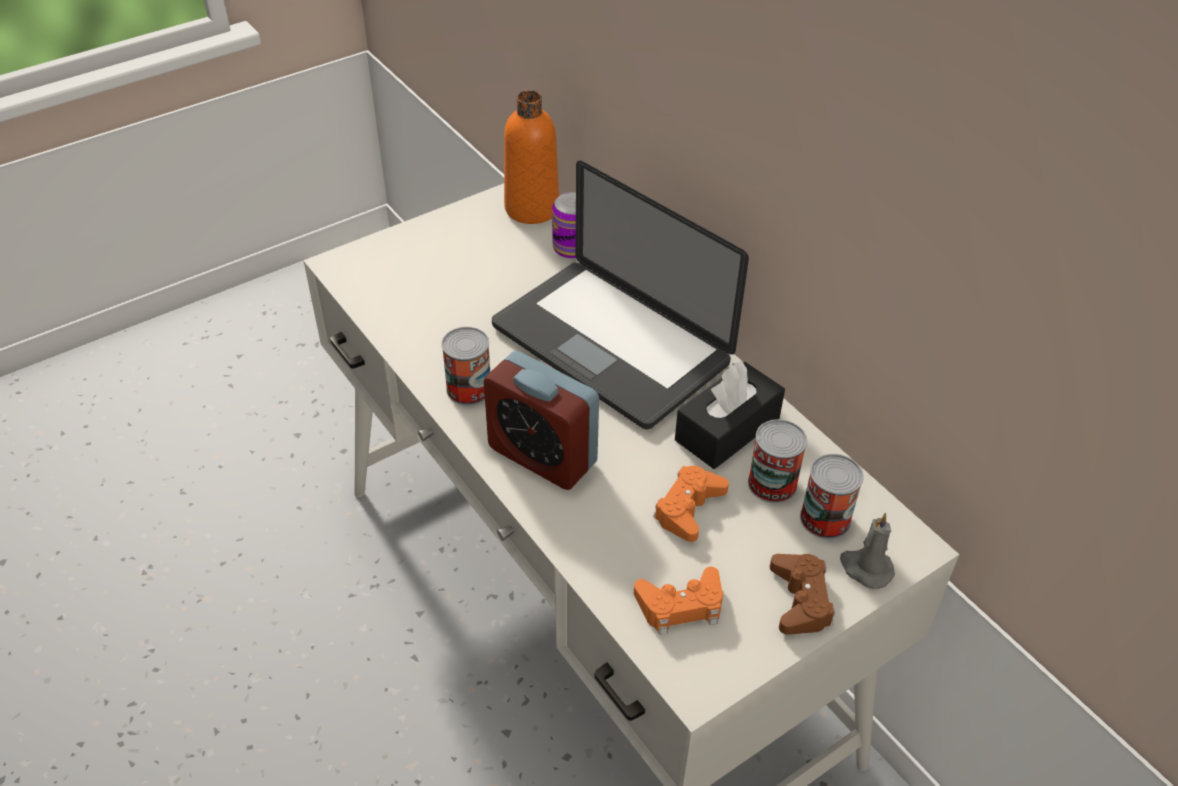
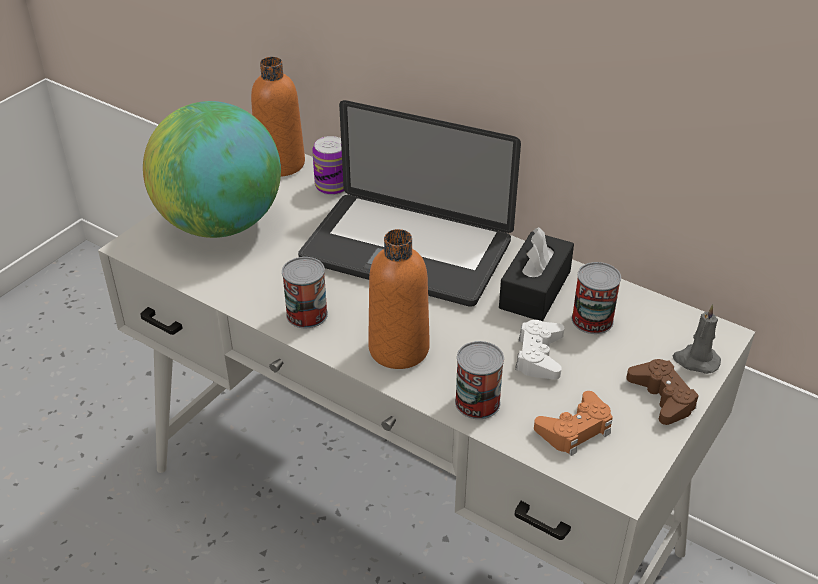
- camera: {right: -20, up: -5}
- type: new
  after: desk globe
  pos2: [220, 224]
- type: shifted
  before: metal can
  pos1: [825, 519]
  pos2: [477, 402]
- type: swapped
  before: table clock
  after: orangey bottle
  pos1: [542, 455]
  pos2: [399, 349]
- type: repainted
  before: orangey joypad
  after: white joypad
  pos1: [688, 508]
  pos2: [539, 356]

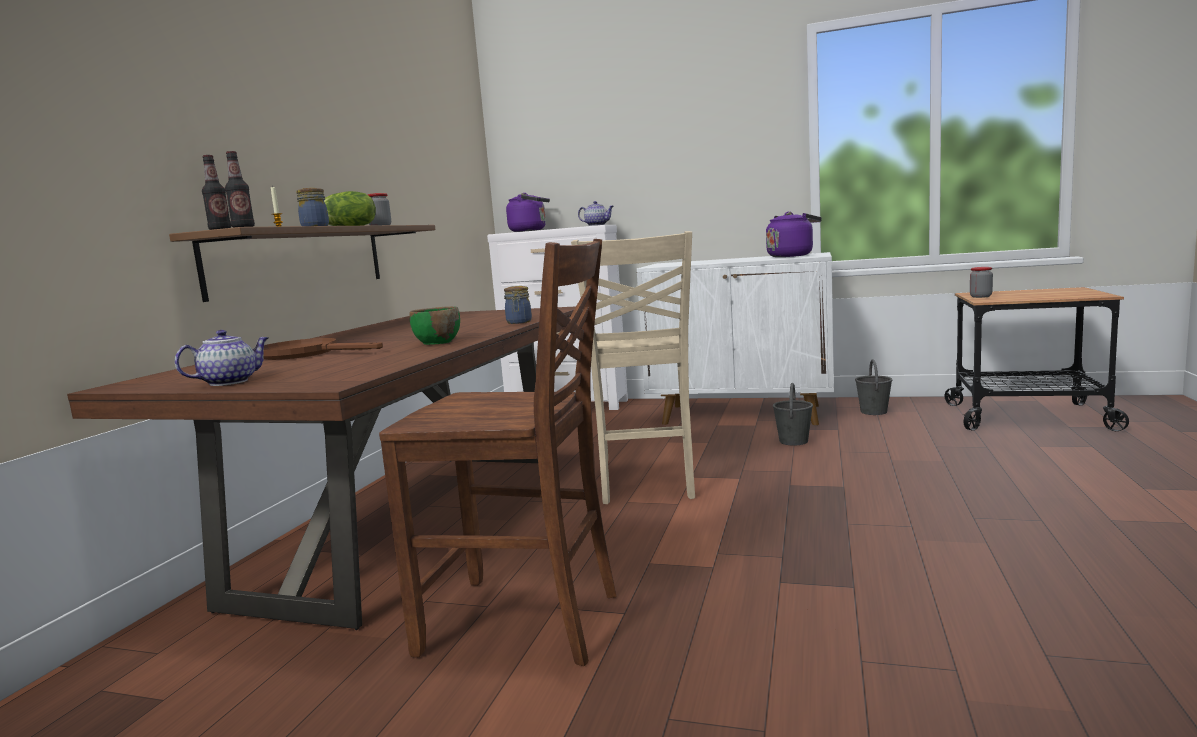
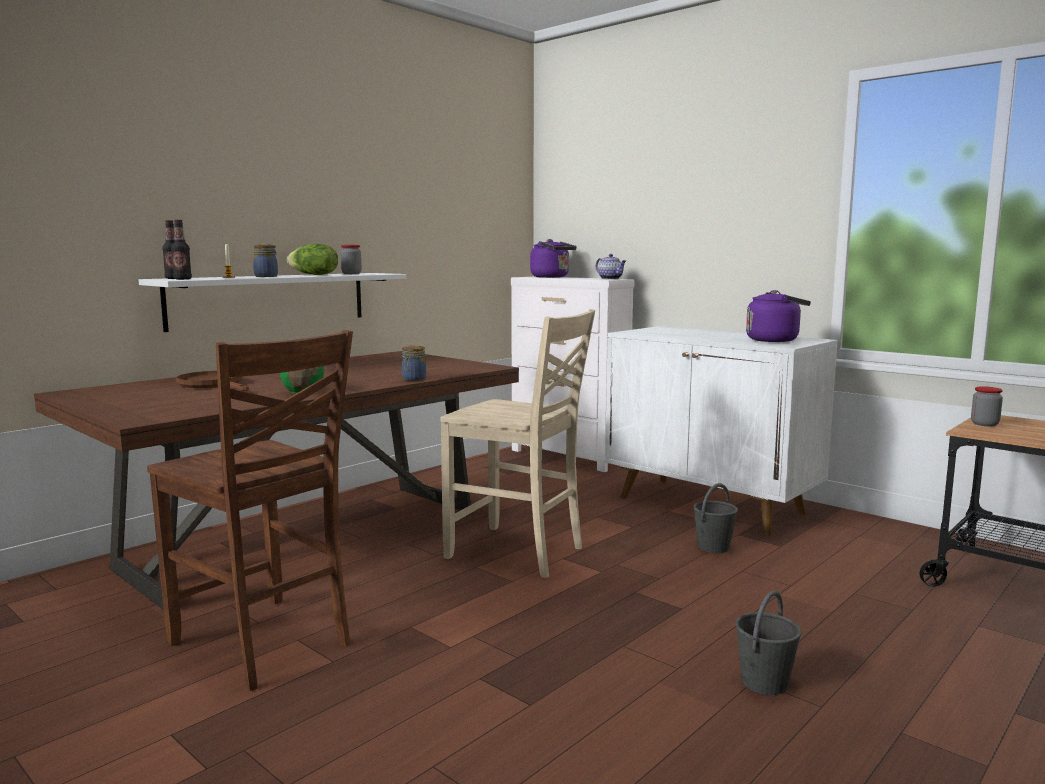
- camera: {right: 25, up: 0}
- type: gone
  before: teapot
  pos1: [230, 382]
- type: shifted
  before: greyish water bucket
  pos1: [873, 412]
  pos2: [764, 683]
- type: repainted
  before: brown wall shelf
  after: white wall shelf
  pos1: [301, 260]
  pos2: [270, 299]
- type: rotated
  before: sand-coloured chair
  pos1: [646, 482]
  pos2: [517, 553]
  turn: -90

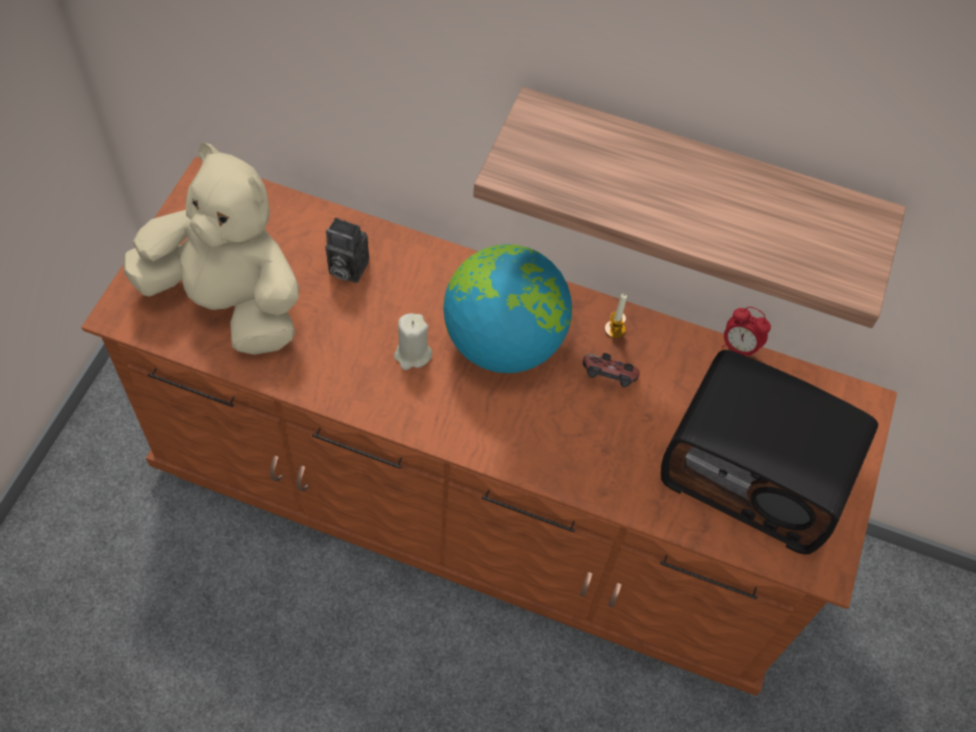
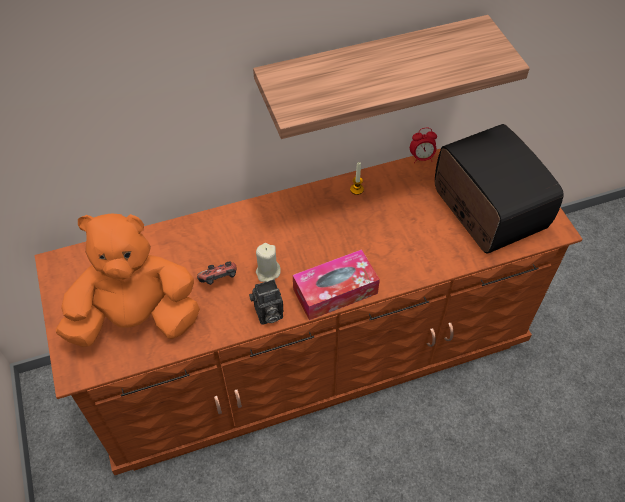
- camera: {right: -35, up: -5}
- type: gone
  before: desk globe
  pos1: [503, 342]
- type: new
  after: tissue box
  pos2: [335, 291]
- type: shifted
  before: still camera
  pos1: [345, 268]
  pos2: [267, 314]
- type: shifted
  before: joypad
  pos1: [607, 380]
  pos2: [219, 280]
- type: repainted
  before: sand-coloured plush toy
  after: orangey plush toy
  pos1: [229, 302]
  pos2: [137, 318]
- type: rotated
  before: radio receiver
  pos1: [755, 472]
  pos2: [486, 209]
  turn: -105

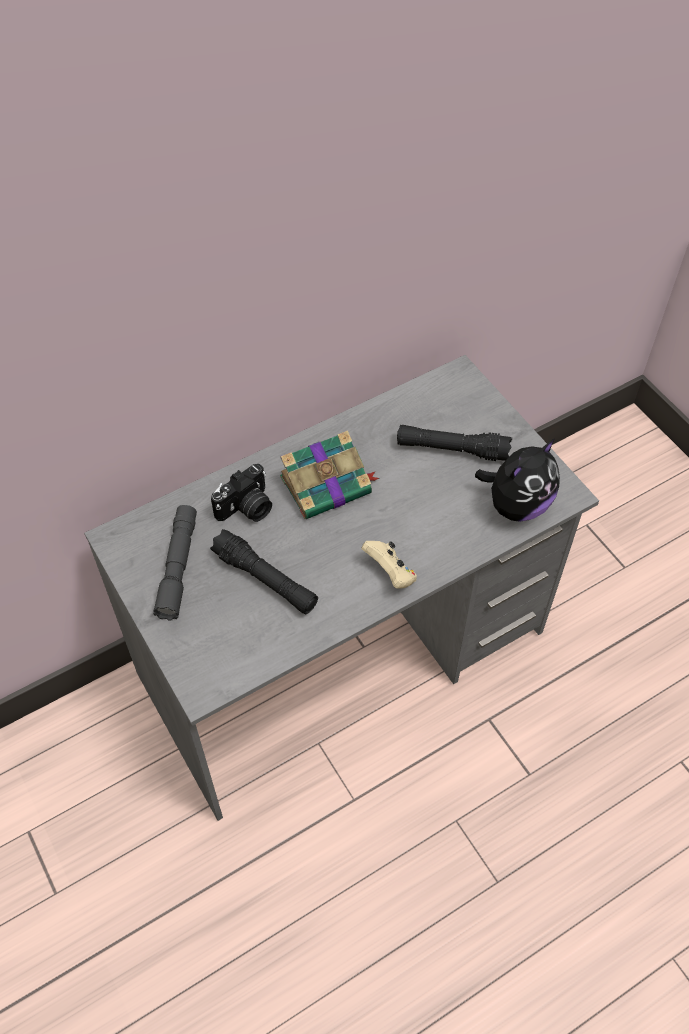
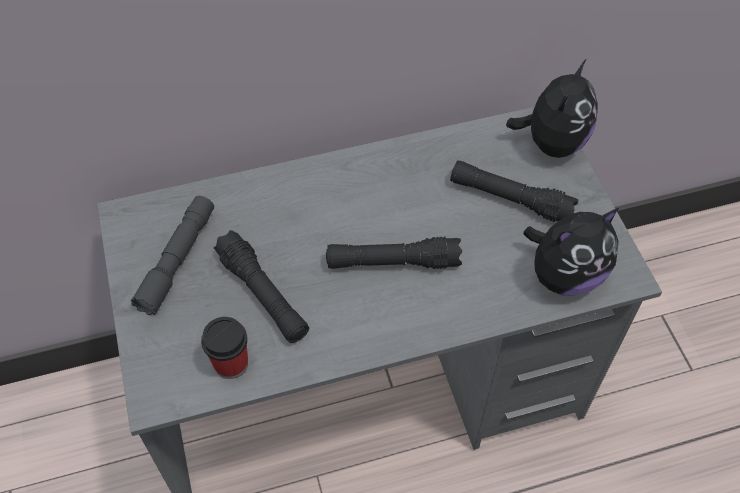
- camera: {right: 15, up: 0}
- type: gone
  before: still camera
  pos1: [247, 508]
- type: gone
  before: bound book
  pos1: [328, 484]
- type: gone
  before: sand-coloured joypad
  pos1: [390, 573]
- type: new
  after: cup
  pos2: [231, 364]
- type: new
  after: blackish hand torch
  pos2: [393, 262]
- type: new
  after: plush toy
  pos2: [551, 143]

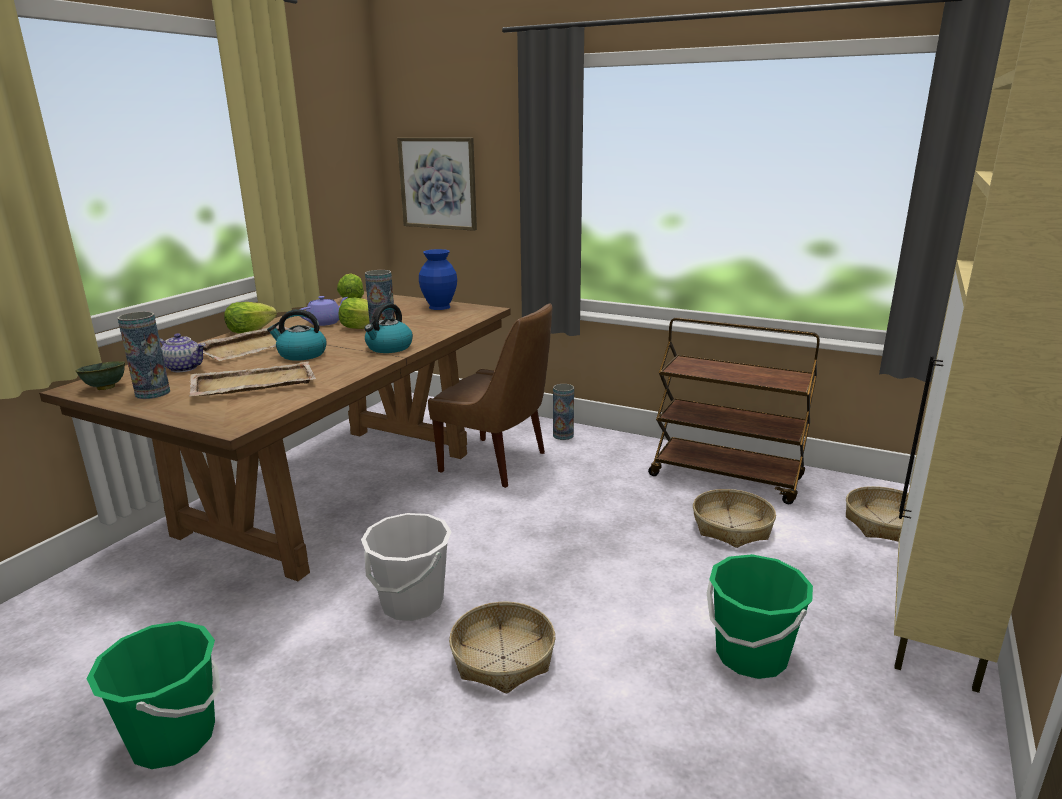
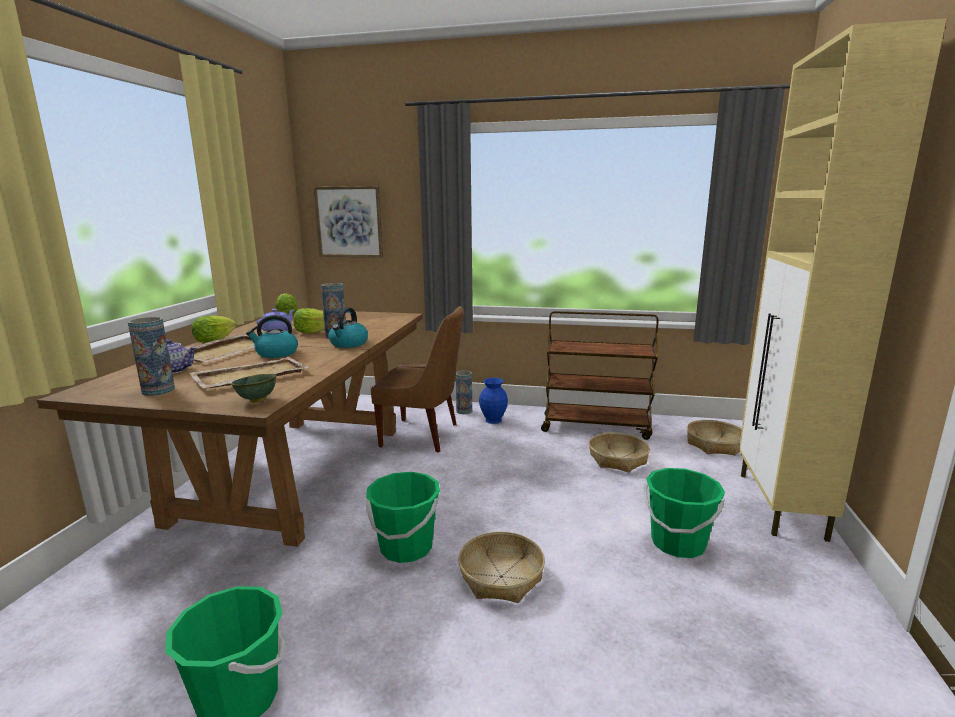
- camera: {right: -15, up: -5}
- type: shifted
  before: green bowl
  pos1: [105, 388]
  pos2: [256, 401]
- type: shifted
  before: blue-coloured decorative vase
  pos1: [439, 307]
  pos2: [493, 420]
- type: repainted
  before: white water bucket
  after: green water bucket
  pos1: [412, 603]
  pos2: [406, 547]

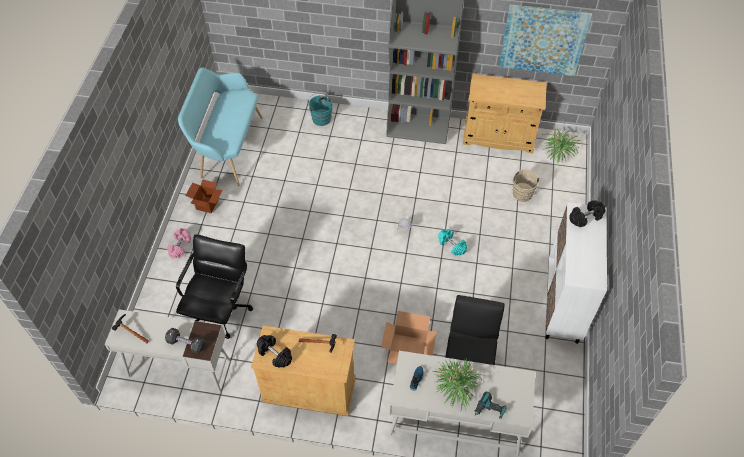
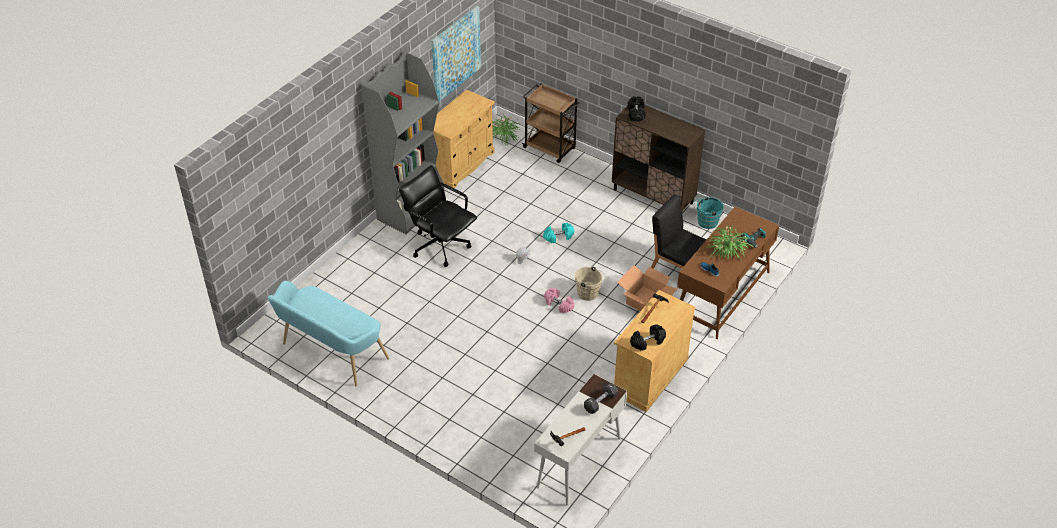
- camera: {right: -65, up: -10}
- type: gone
  before: carton
  pos1: [207, 204]
- type: new
  after: brown trolley
  pos2: [550, 148]
- type: shifted
  before: pinkish free weight
  pos1: [180, 246]
  pos2: [558, 305]
- type: shifted
  before: blackish desk chair
  pos1: [221, 310]
  pos2: [440, 245]
- type: shifted
  before: turquoise water bucket
  pos1: [320, 118]
  pos2: [706, 222]
- type: shifted
  before: sand-coloured water bucket
  pos1: [522, 195]
  pos2: [589, 293]
- type: repainted
  before: white desk table
  after: brown desk table
  pos1: [456, 418]
  pos2: [722, 295]
- type: repainted
  before: white cupboard
  after: brown cupboard
  pos1: [563, 303]
  pos2: [653, 196]

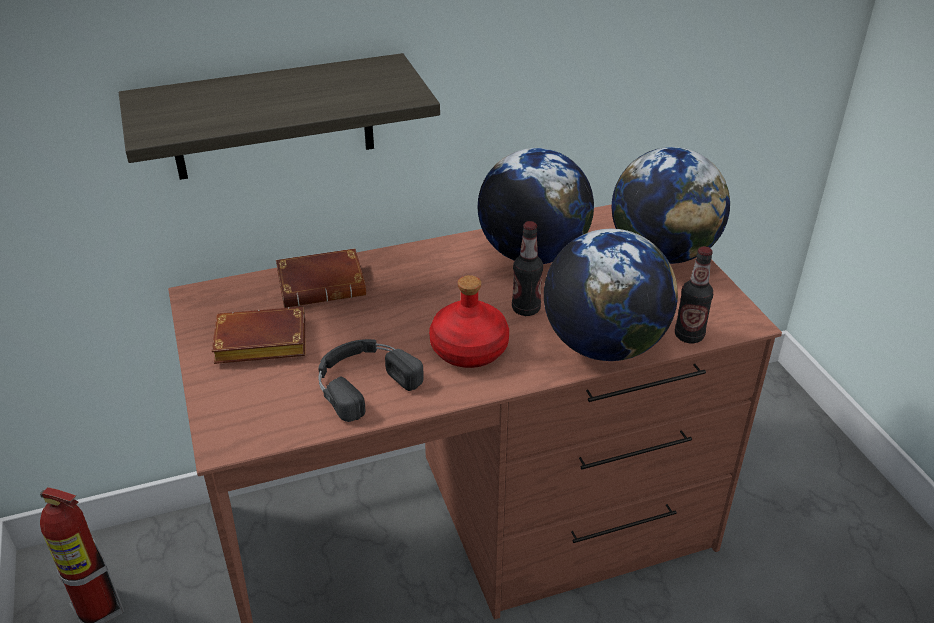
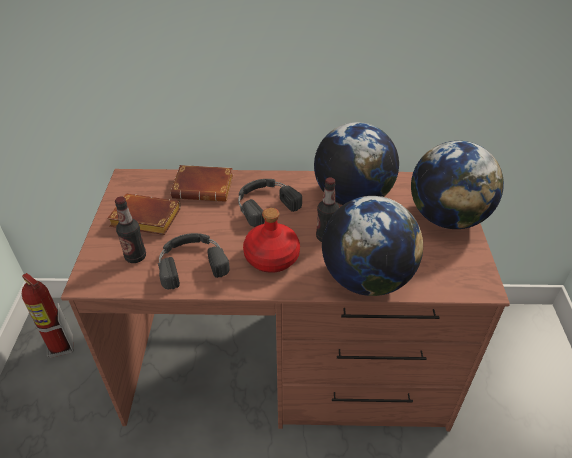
- camera: {right: 20, up: 5}
- type: gone
  before: wall shelf
  pos1: [272, 118]
- type: new
  after: blackish headphones
  pos2: [265, 204]
- type: shifted
  before: bottle
  pos1: [689, 336]
  pos2: [135, 257]

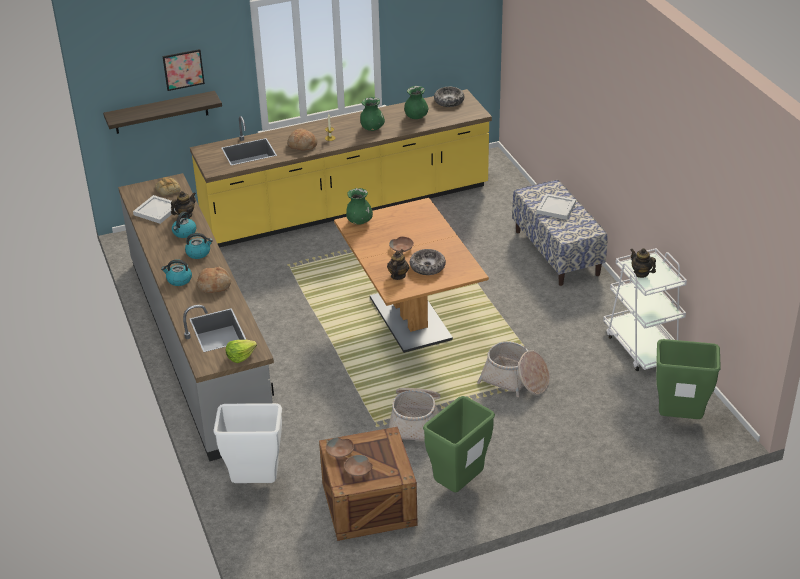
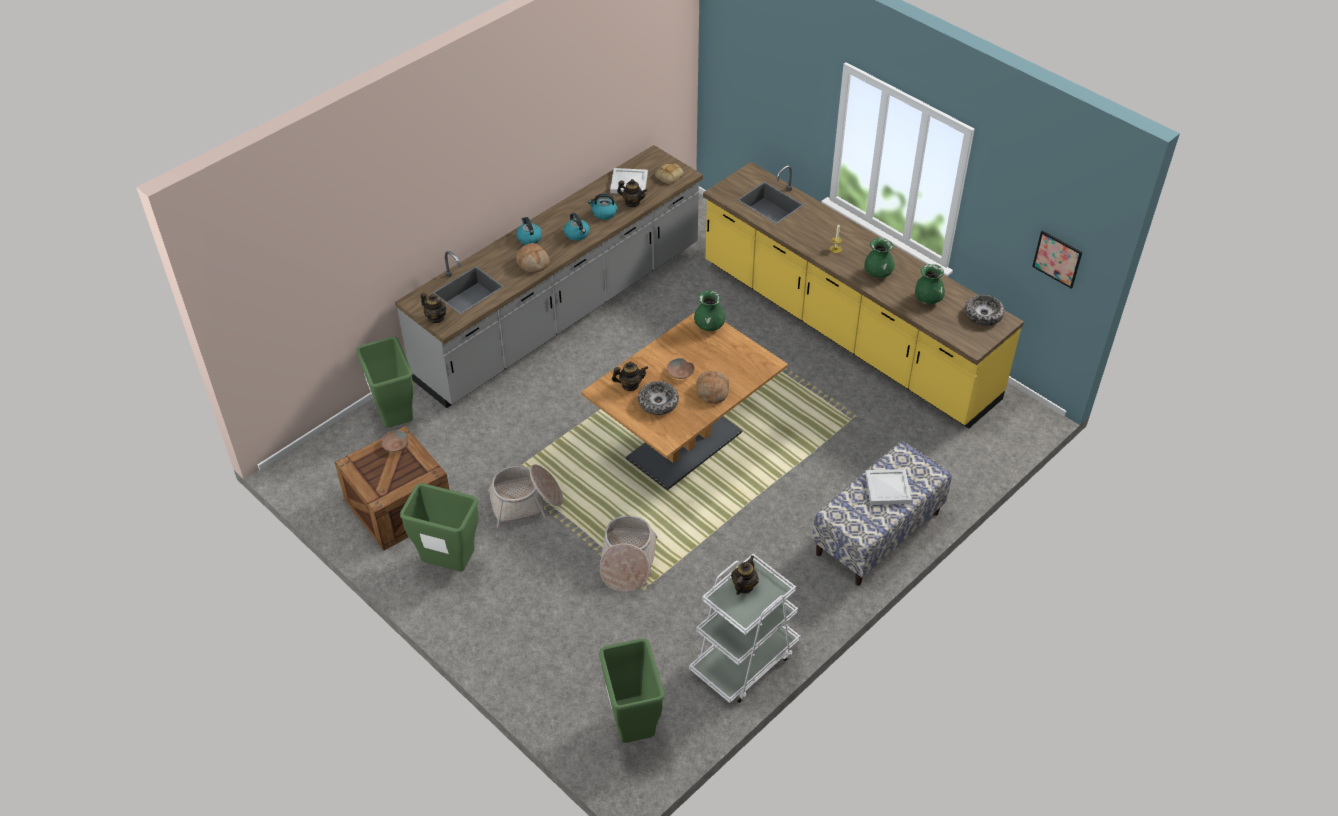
- camera: {right: 65, up: 10}
- type: gone
  before: wall shelf
  pos1: [161, 112]
- type: gone
  before: brown bowl
  pos1: [358, 470]
- type: shifted
  before: wall picture
  pos1: [183, 69]
  pos2: [1057, 259]
- type: shifted
  before: bread
  pos1: [302, 145]
  pos2: [712, 391]
- type: swapped
  before: lettuce head
  after: teapot
  pos1: [240, 356]
  pos2: [436, 318]
- type: repainted
  before: white waste bin
  after: green waste bin
  pos1: [255, 483]
  pos2: [395, 419]

